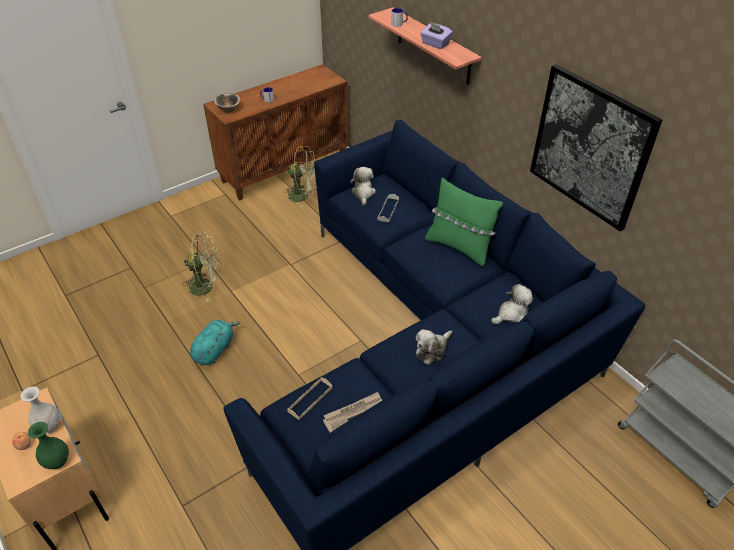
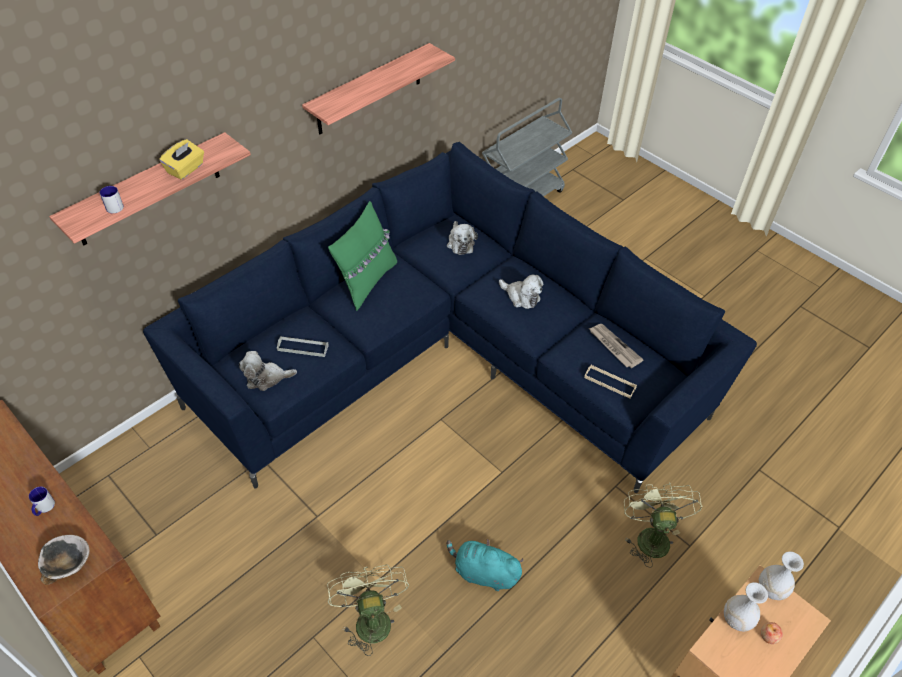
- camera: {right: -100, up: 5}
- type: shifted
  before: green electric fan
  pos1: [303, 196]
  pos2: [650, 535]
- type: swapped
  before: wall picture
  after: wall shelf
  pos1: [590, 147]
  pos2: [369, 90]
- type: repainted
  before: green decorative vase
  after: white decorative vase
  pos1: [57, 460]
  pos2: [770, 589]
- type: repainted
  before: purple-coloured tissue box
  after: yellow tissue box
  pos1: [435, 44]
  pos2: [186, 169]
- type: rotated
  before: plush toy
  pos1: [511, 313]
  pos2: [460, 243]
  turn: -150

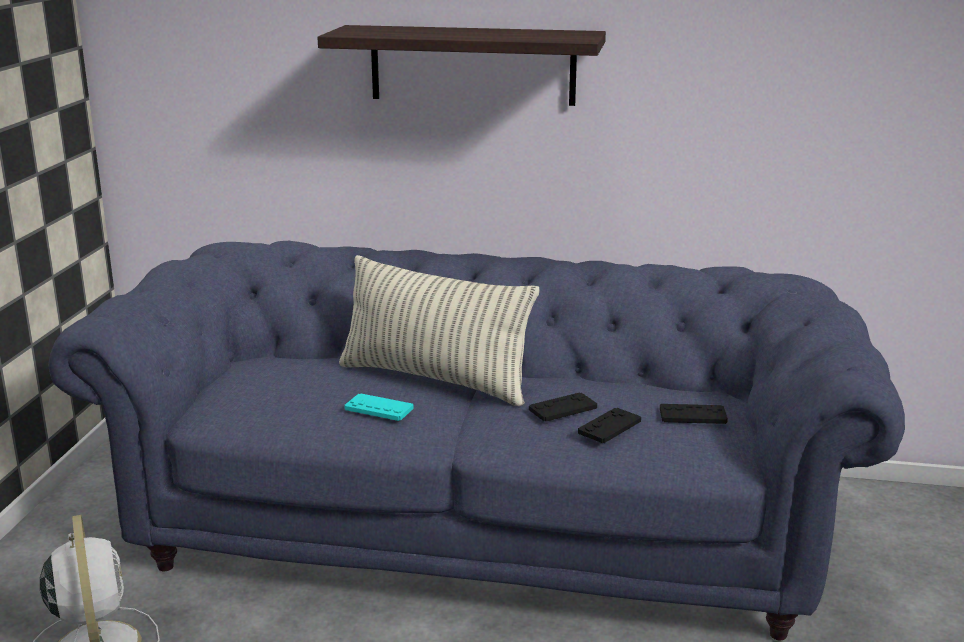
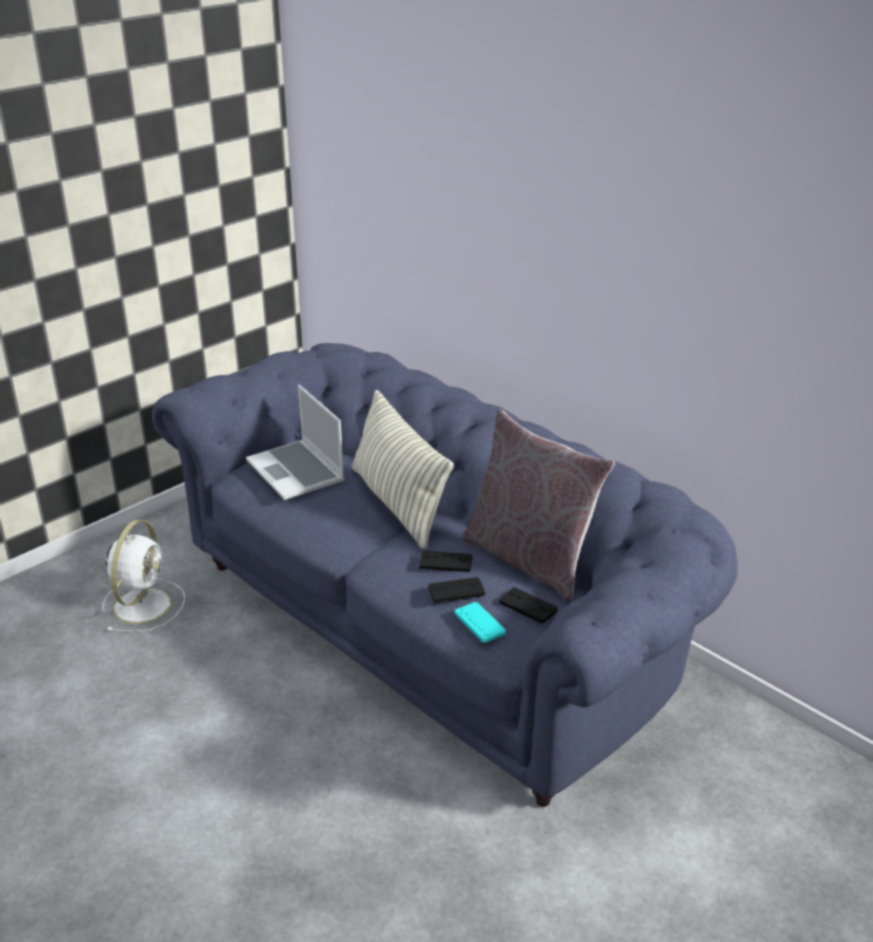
- camera: {right: 35, up: 10}
- type: gone
  before: wall shelf
  pos1: [472, 65]
- type: new
  after: laptop
  pos2: [297, 472]
- type: new
  after: greyish cushion
  pos2: [530, 559]
- type: shifted
  before: turquoise joypad
  pos1: [379, 408]
  pos2: [479, 623]

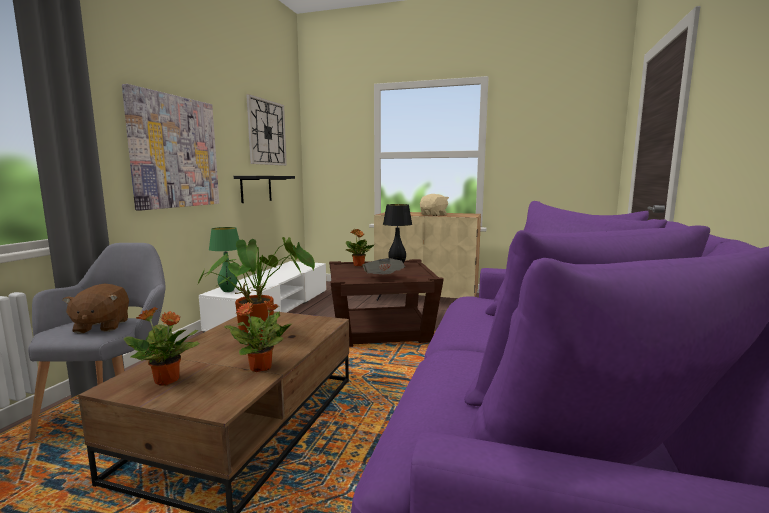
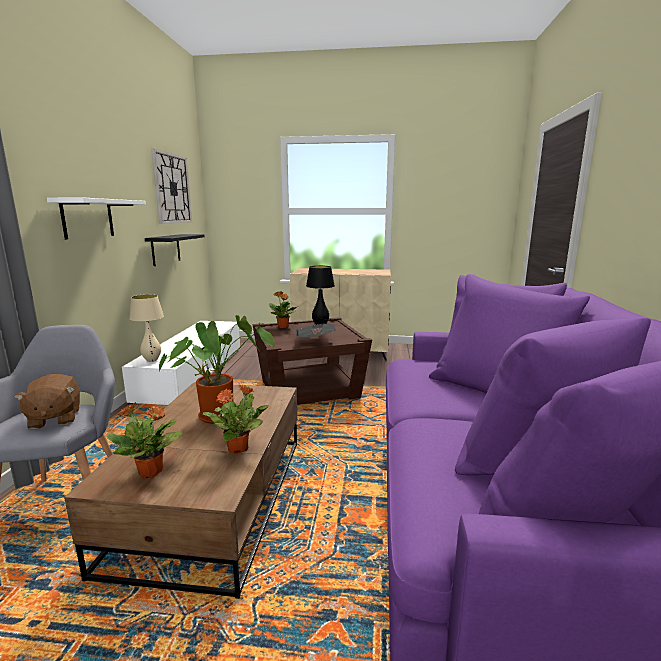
- camera: {right: -10, up: 5}
- type: gone
  before: sand-coloured plush toy
  pos1: [434, 215]
- type: swapped
  before: wall picture
  after: white wall shelf
  pos1: [174, 152]
  pos2: [88, 218]
- type: repainted
  before: green lamp for a table
  after: sand-coloured lamp for a table
  pos1: [228, 291]
  pos2: [152, 360]

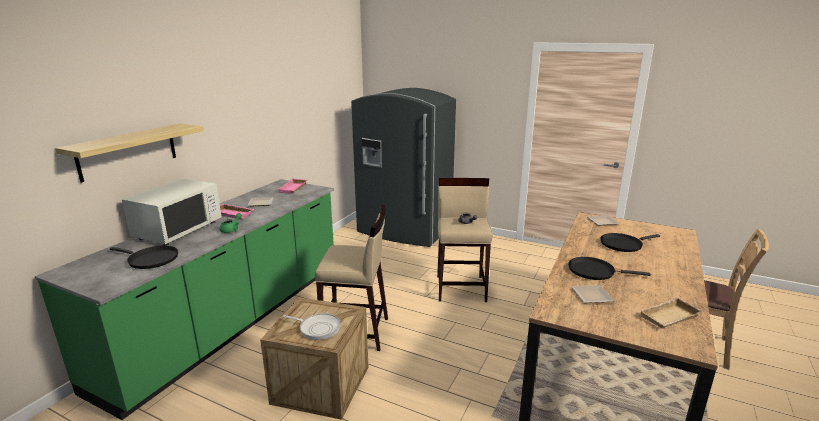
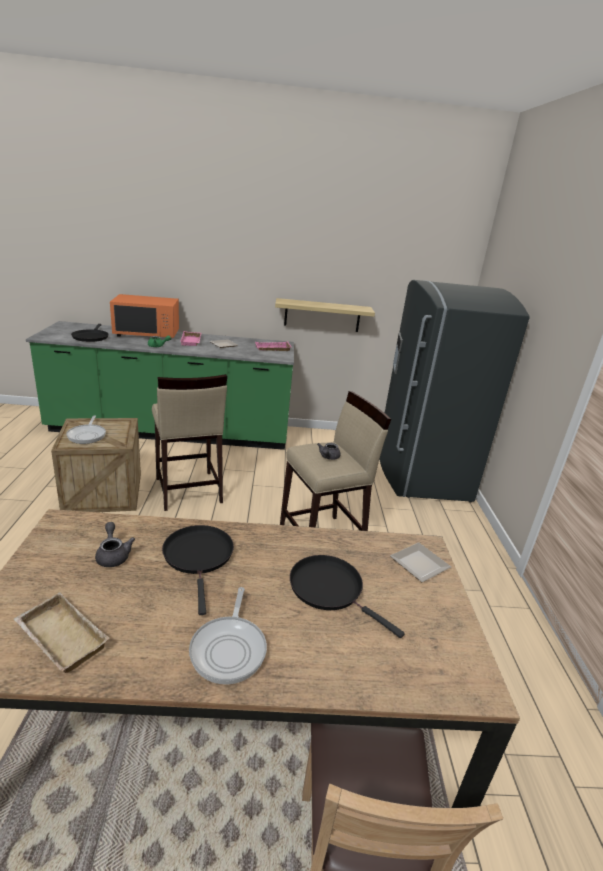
- camera: {right: 60, up: 5}
- type: new
  after: skillet
  pos2: [229, 648]
- type: shifted
  before: wall shelf
  pos1: [128, 151]
  pos2: [322, 315]
- type: swapped
  before: dinner plate
  after: greyish teapot
  pos1: [591, 297]
  pos2: [113, 555]
- type: repainted
  before: white microwave
  after: orangey microwave
  pos1: [178, 230]
  pos2: [147, 334]

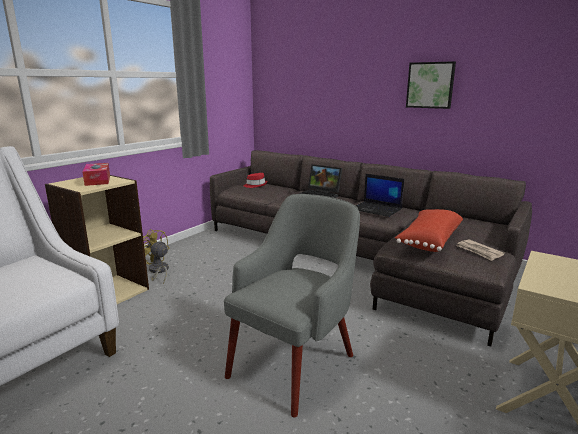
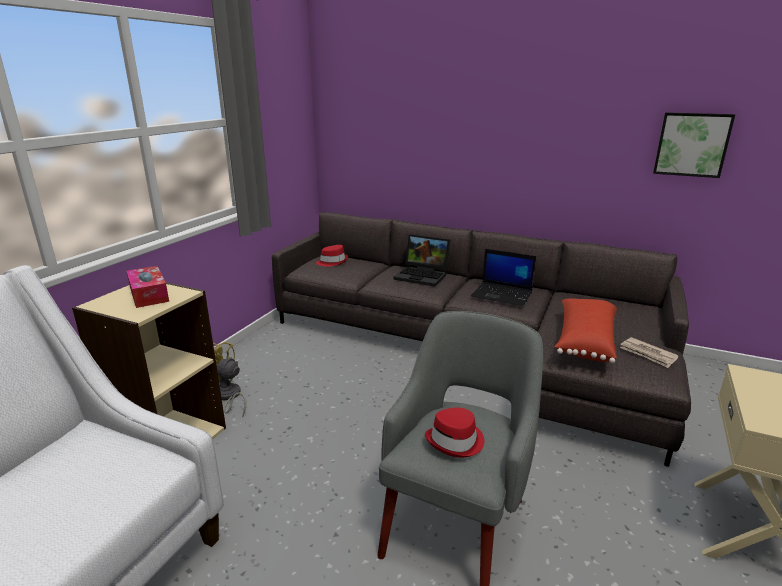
- camera: {right: -10, up: 5}
- type: new
  after: red wearable hat
  pos2: [456, 441]
- type: shifted
  before: wall picture
  pos1: [430, 85]
  pos2: [691, 144]

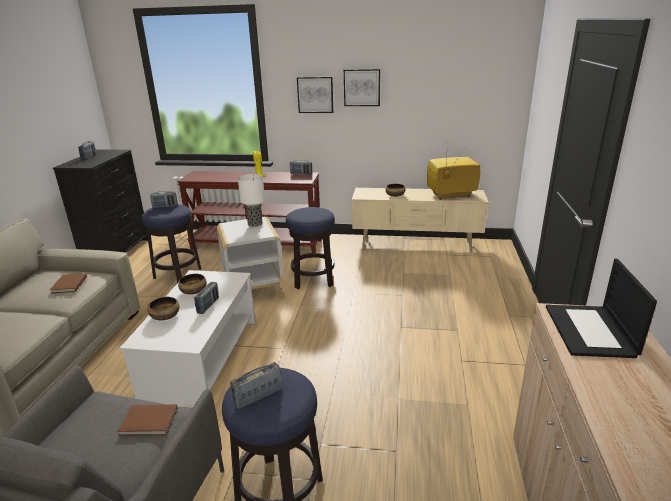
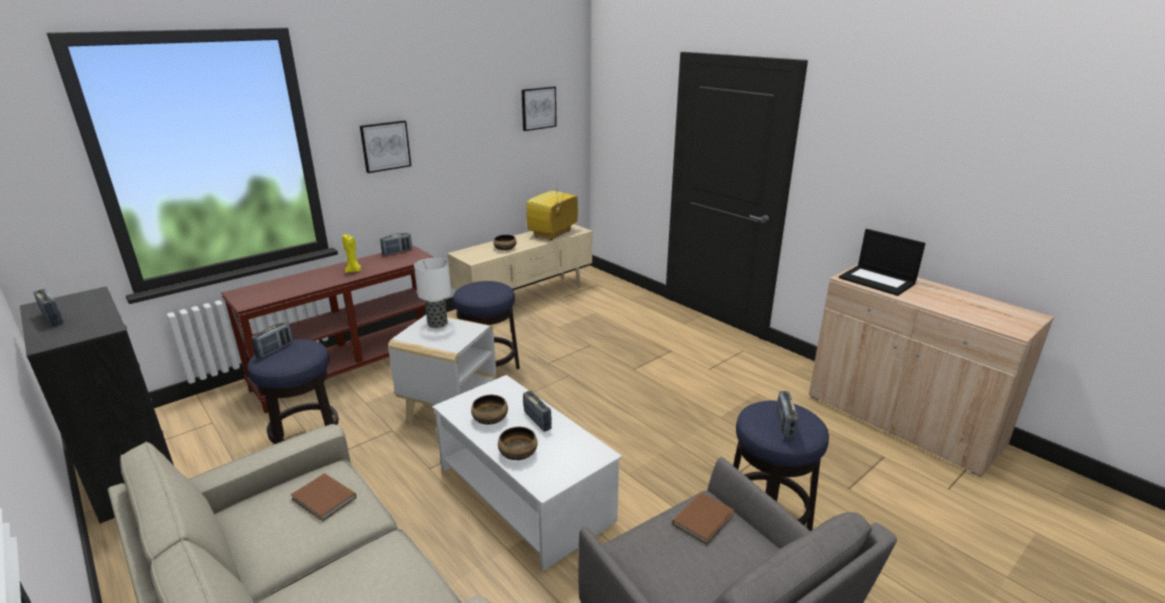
- camera: {right: -50, up: 0}
- type: shifted
  before: wall picture
  pos1: [362, 87]
  pos2: [538, 108]

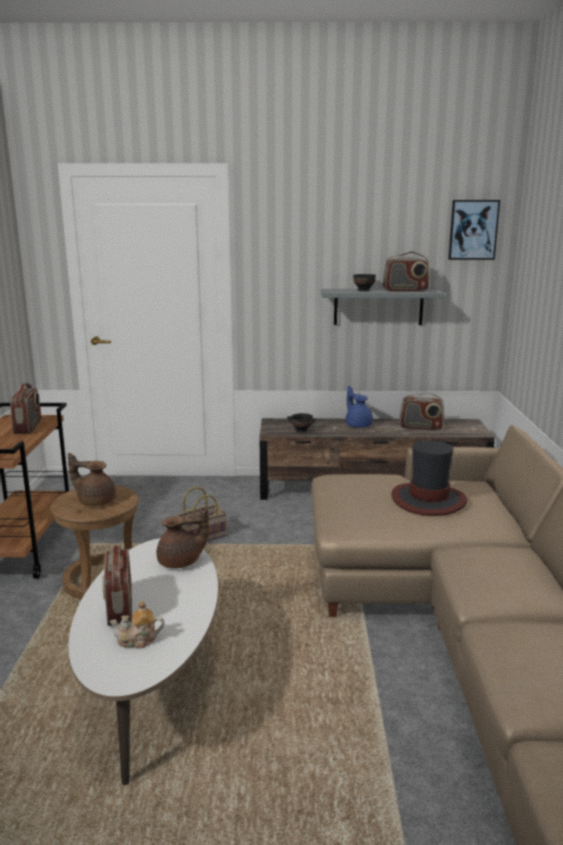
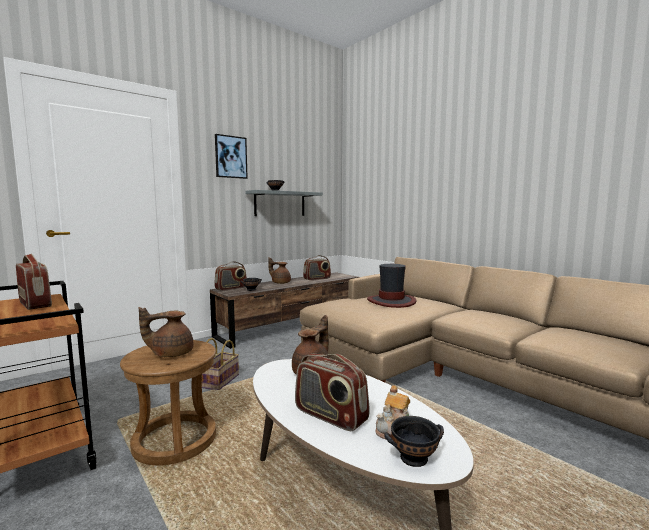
- camera: {right: -40, up: -10}
- type: new
  after: blackish bowl
  pos2: [412, 458]
- type: shifted
  before: radio receiver
  pos1: [405, 291]
  pos2: [231, 288]
- type: shifted
  before: wall picture
  pos1: [473, 230]
  pos2: [230, 157]
- type: repainted
  before: blue-coloured teapot
  after: brown teapot
  pos1: [358, 425]
  pos2: [280, 282]

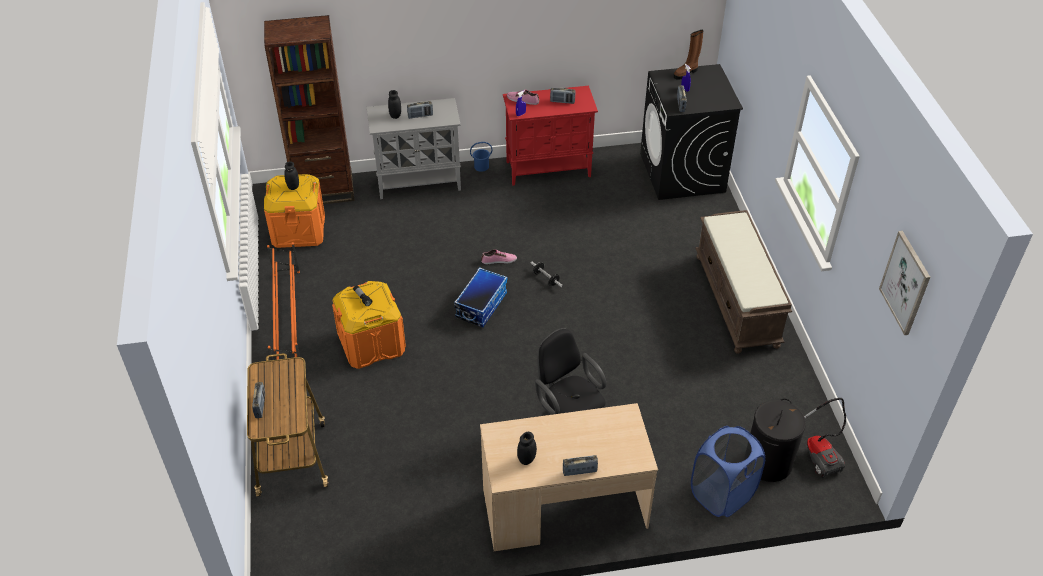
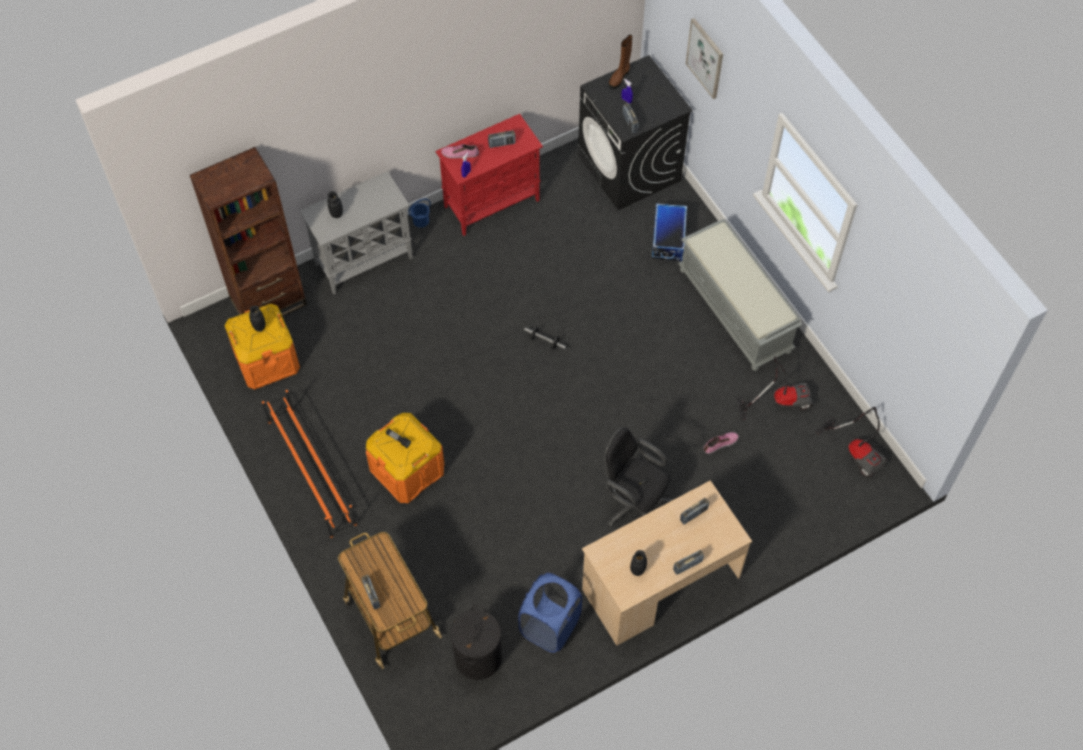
- camera: {right: -20, up: 15}
- type: new
  after: hoover
  pos2: [780, 400]
- type: shifted
  before: radio receiver
  pos1: [420, 116]
  pos2: [693, 515]
- type: shifted
  before: storage bin
  pos1: [481, 305]
  pos2: [667, 239]
- type: shifted
  before: item of footwear
  pos1: [499, 260]
  pos2: [720, 444]
- type: shifted
  before: blue-coloured laundry basket
  pos1: [722, 494]
  pos2: [550, 626]
- type: shifted
  before: blackish laundry basket
  pos1: [768, 462]
  pos2: [478, 656]
- type: shifted
  before: wall picture
  pos1: [905, 283]
  pos2: [705, 58]
- type: repainted
  before: brown bench
  after: greyish bench
  pos1: [737, 301]
  pos2: [736, 310]

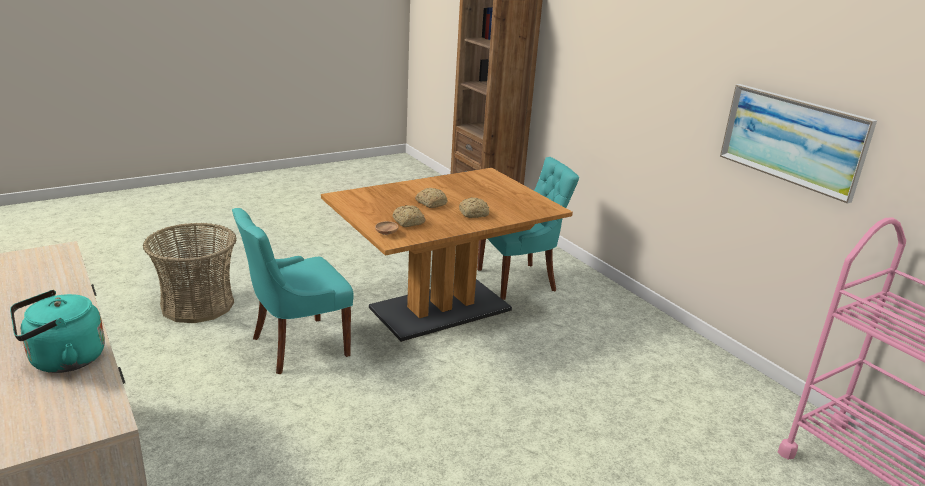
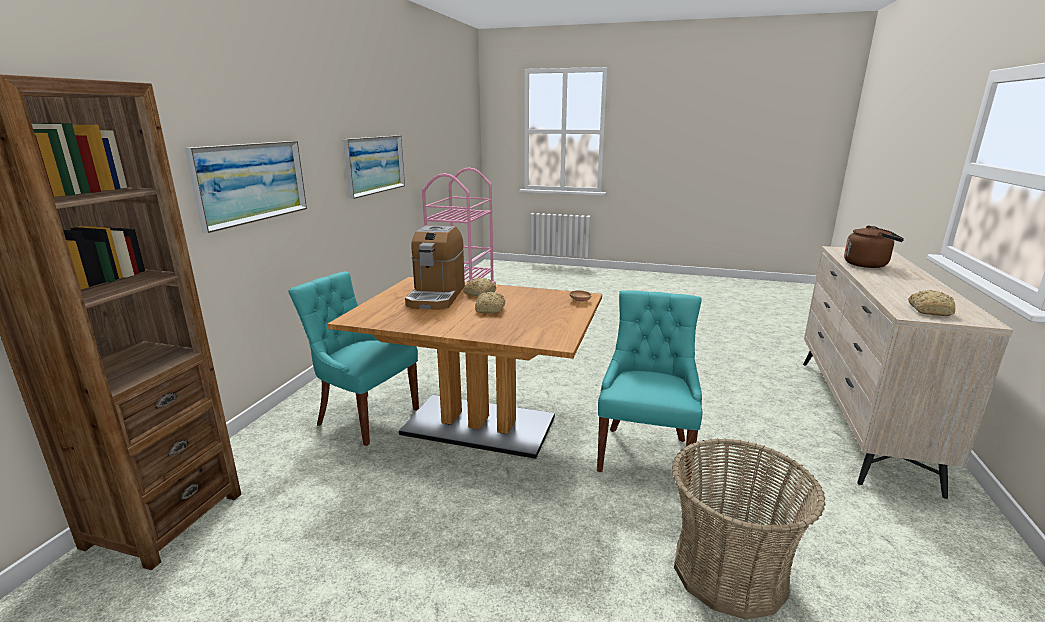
- camera: {right: -130, up: -5}
- type: new
  after: wall picture
  pos2: [251, 182]
- type: new
  after: coffee machine
  pos2: [436, 296]
- type: shifted
  before: bread
  pos1: [408, 222]
  pos2: [930, 311]
- type: repainted
  before: turquoise tea kettle
  after: brown tea kettle
  pos1: [62, 360]
  pos2: [868, 264]
- type: rotated
  before: turquoise chair
  pos1: [297, 346]
  pos2: [645, 453]
  turn: -90

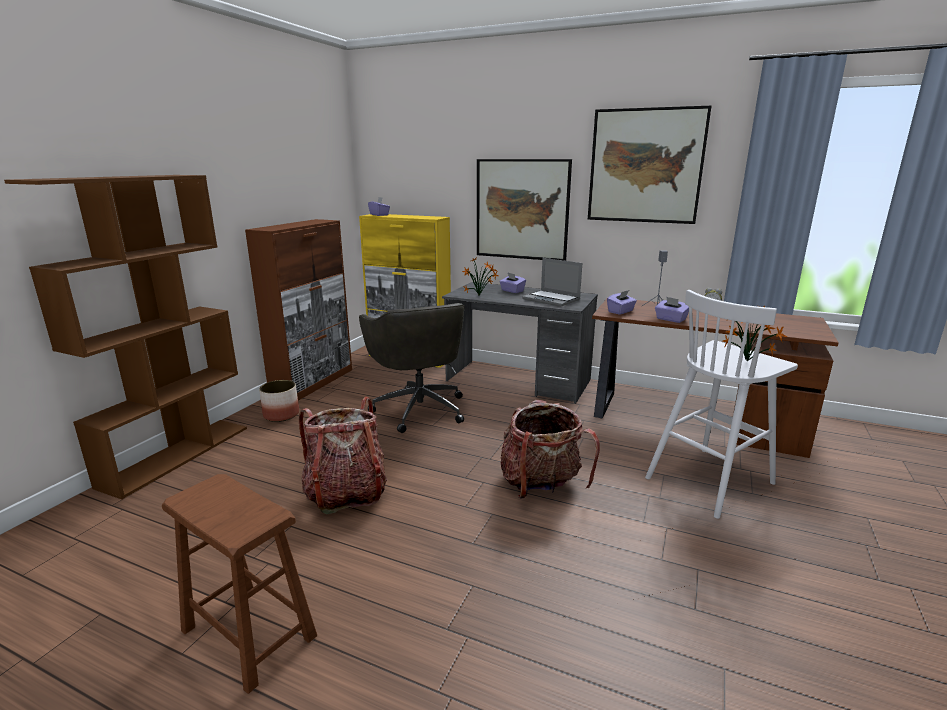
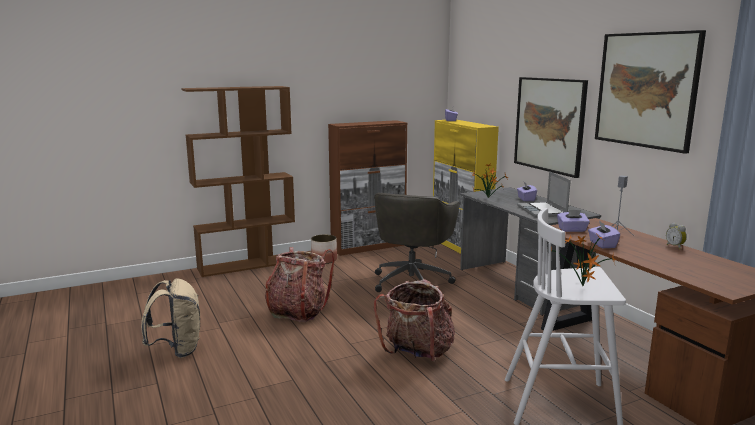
- camera: {right: 40, up: -5}
- type: swapped
  before: brown sitting stool
  after: sand-coloured backpack
  pos1: [248, 634]
  pos2: [177, 350]

